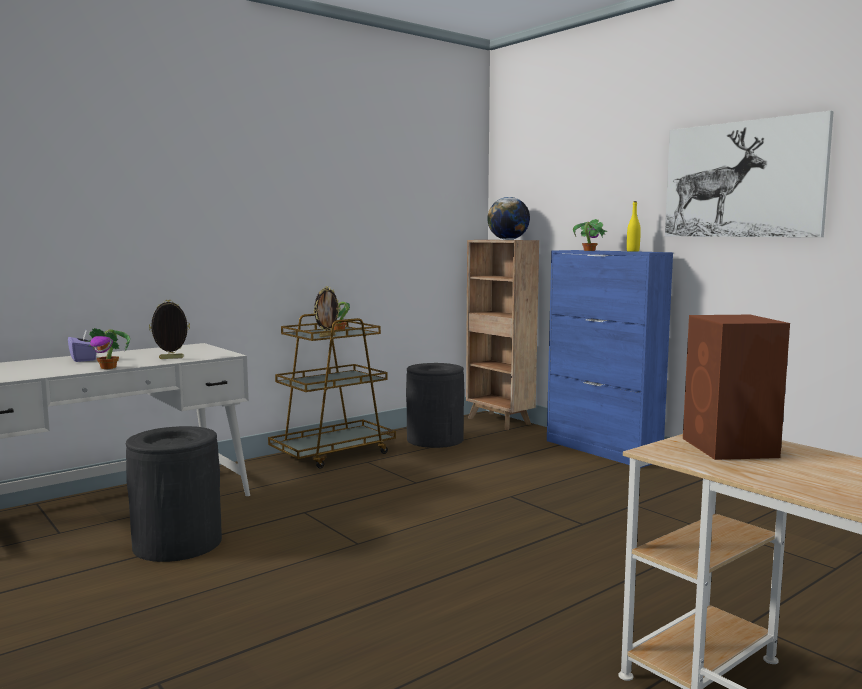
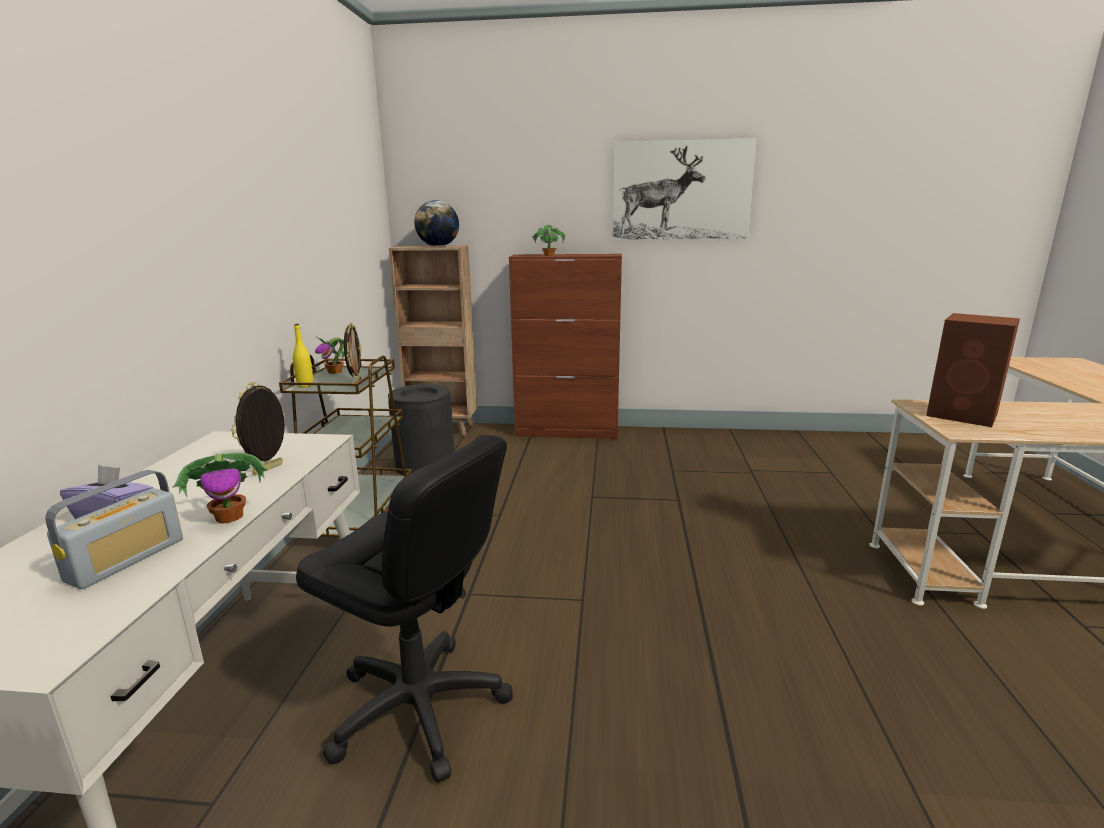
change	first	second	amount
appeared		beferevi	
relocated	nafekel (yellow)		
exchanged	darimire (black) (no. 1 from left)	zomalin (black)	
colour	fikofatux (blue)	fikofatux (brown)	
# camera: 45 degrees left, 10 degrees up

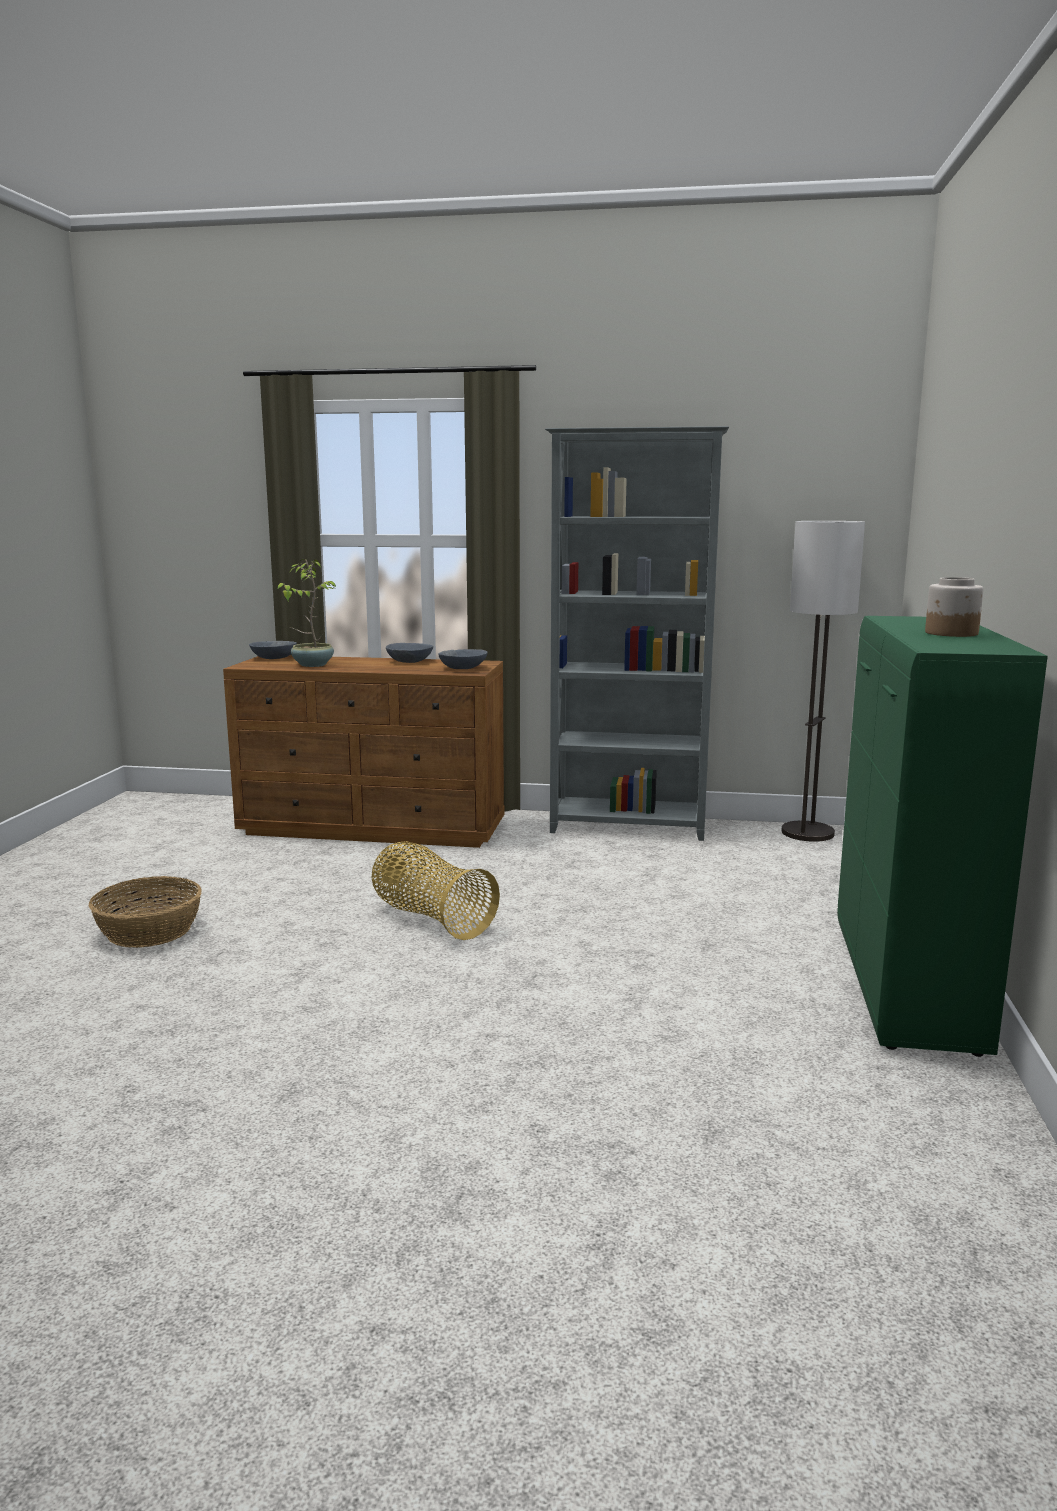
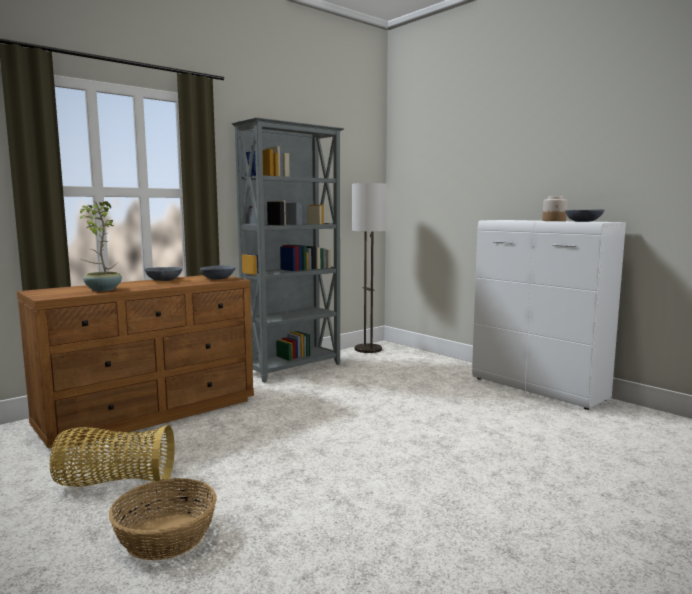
change	first	second	amount
relocated	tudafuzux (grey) (no. 1 from left in the first image)	tudafuzux (grey) (no. 3 from left)	
relocated	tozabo (no. 2 from left in the first image)	tozabo (no. 1 from left)	
colour	fikofatux (green)	fikofatux (white)	
# camera: 50 degrees left, 5 degrees down

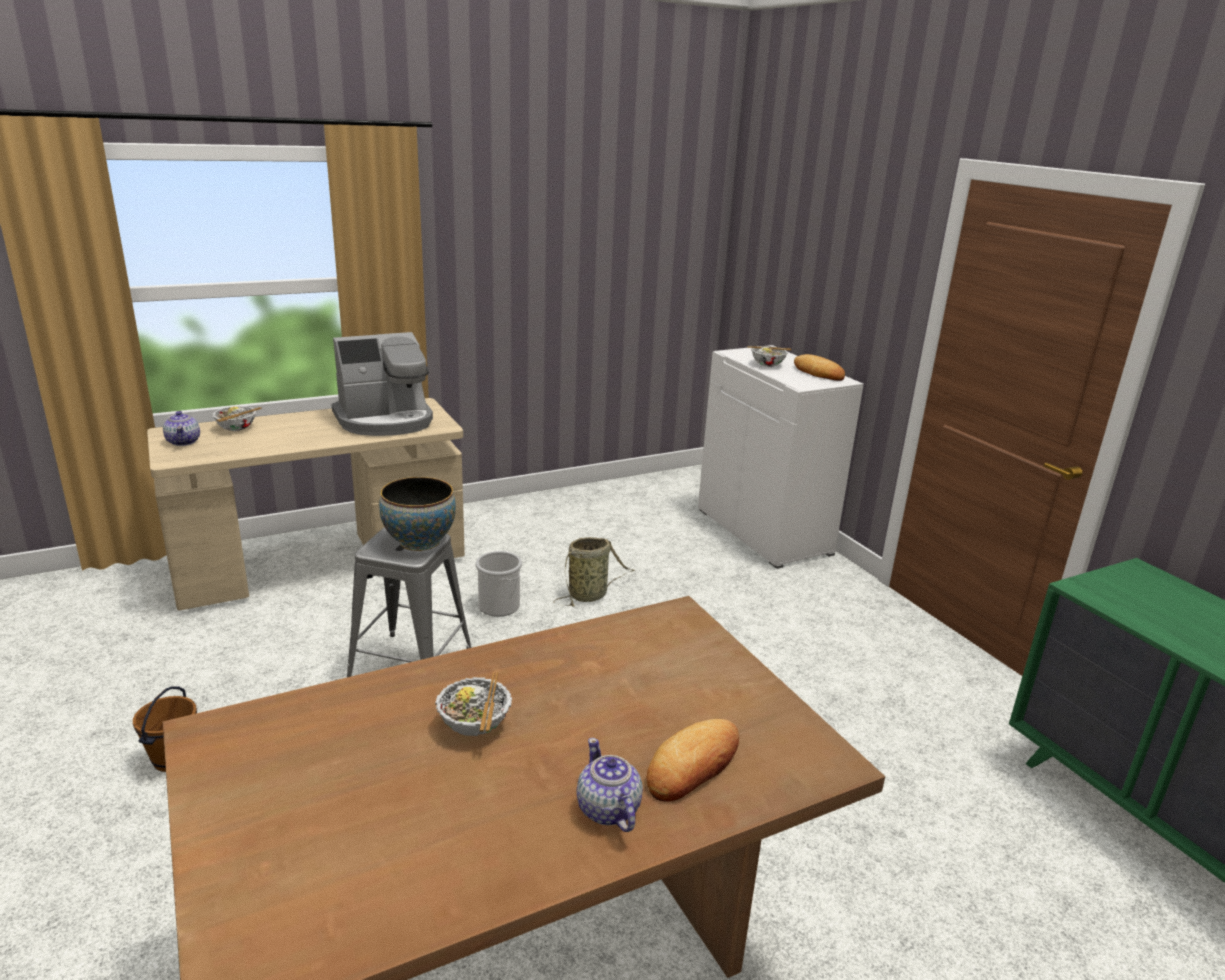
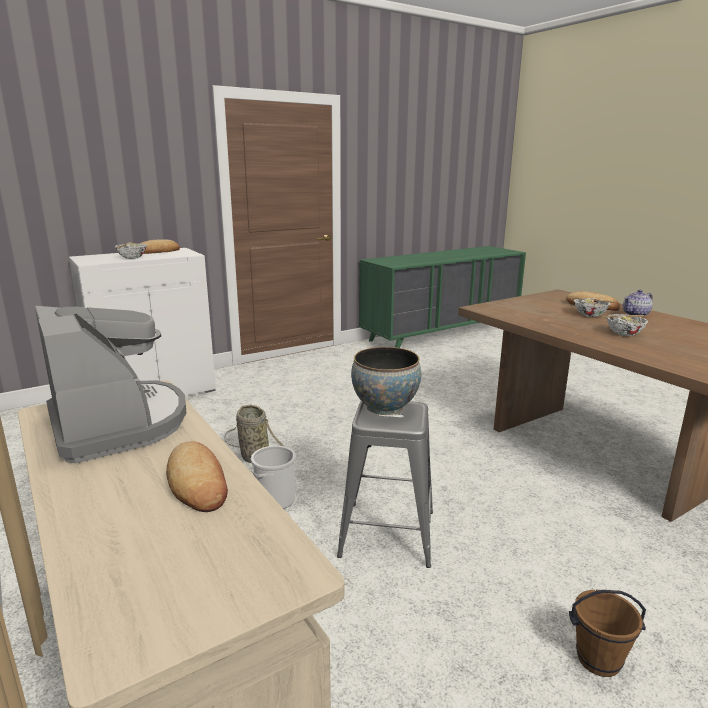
change	first	second	amount
missing	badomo (no. 1 from left)		
appeared		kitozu (no. 2 from left)	
relocated	tudafuzux (no. 1 from left in the first image)	tudafuzux (no. 3 from left)	
# camera: 95 degrees left, 5 degrees down

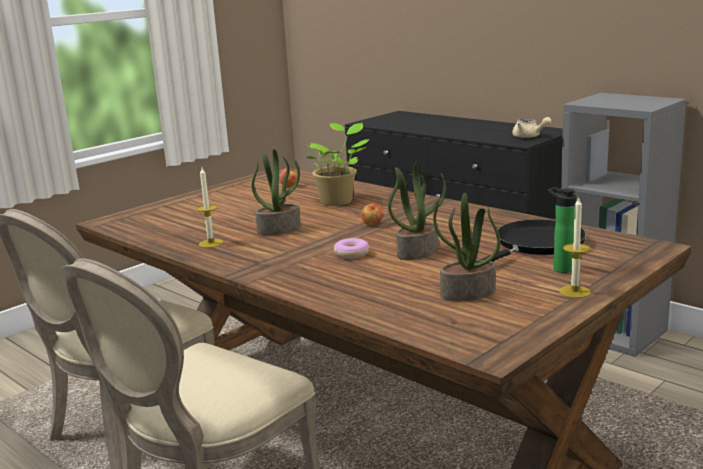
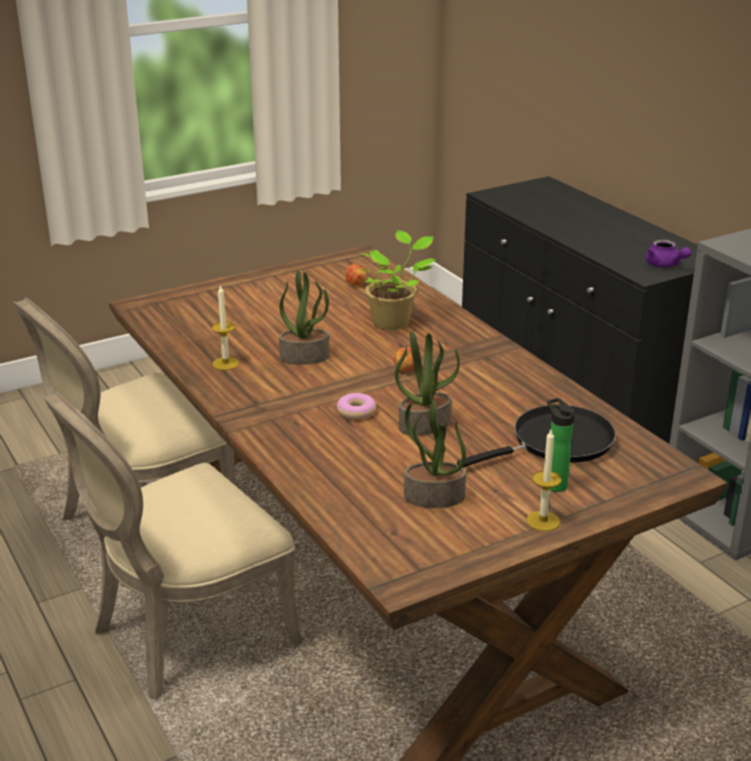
change	first	second	amount
colour	badomo (beige)	badomo (purple)	
# camera: 15 degrees right, 10 degrees up

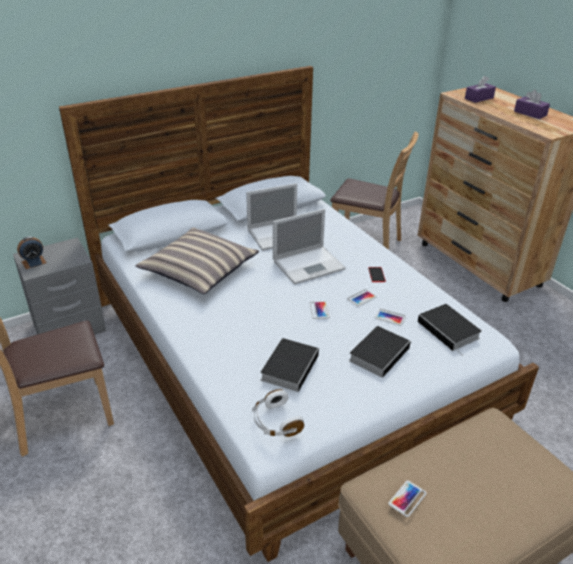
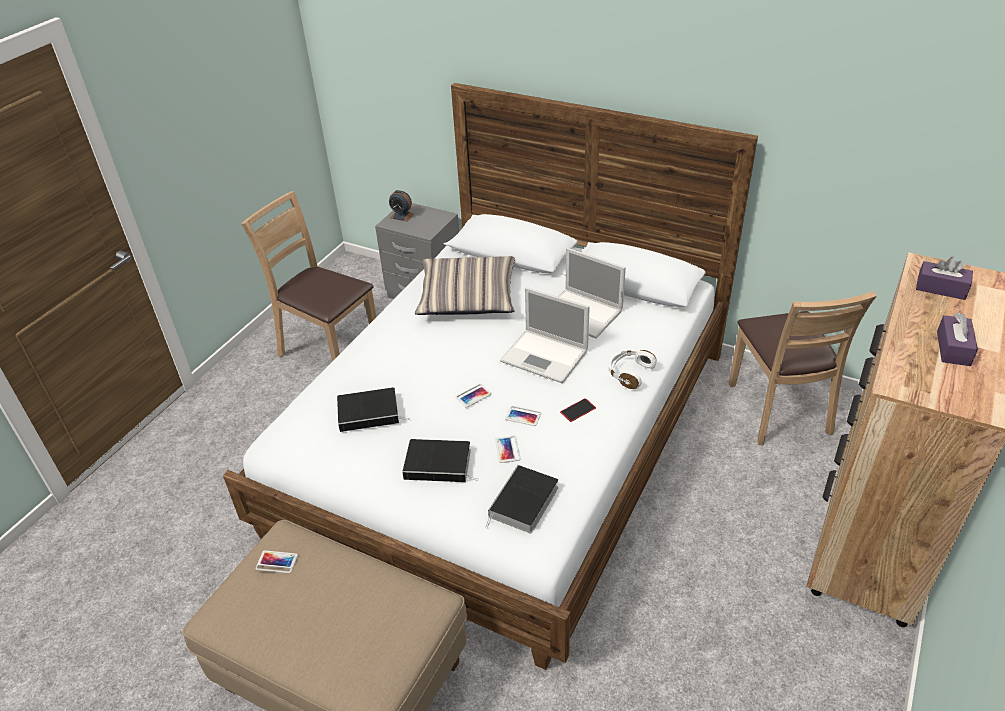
change	first	second	amount
relocated	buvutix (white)		
# camera: 60 degrees right, 5 degrees up

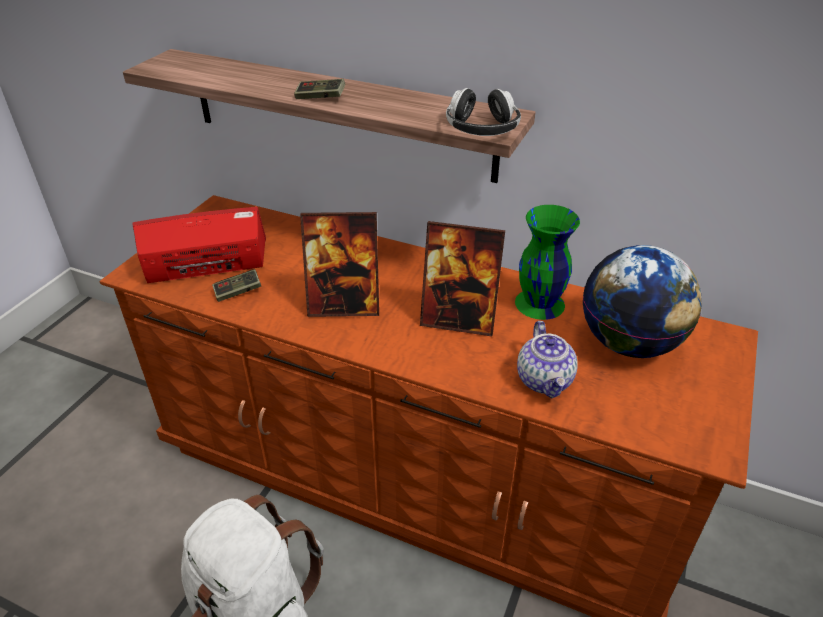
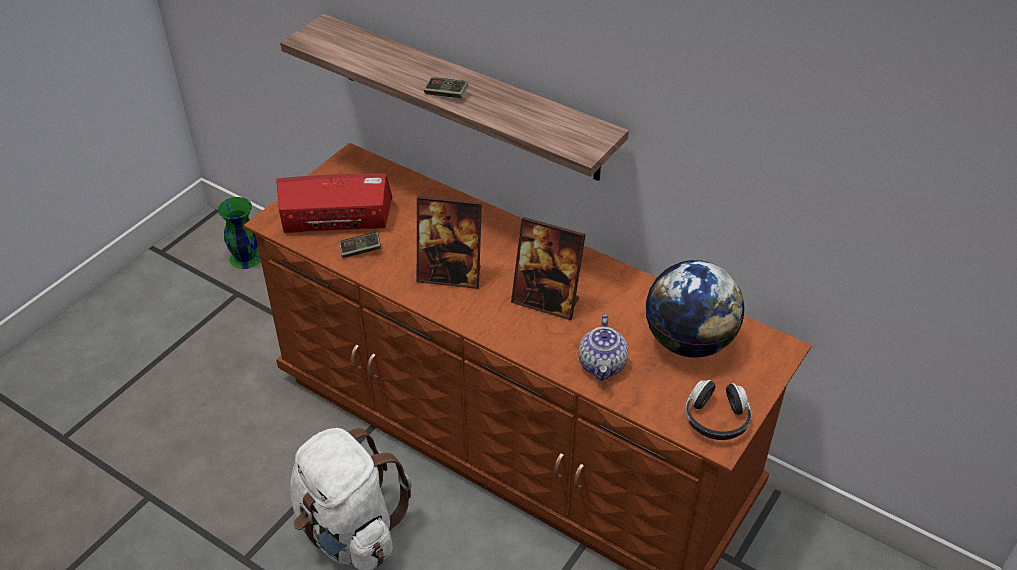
change	first	second	amount
relocated	buvutix		
relocated	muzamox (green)		
# camera: 10 degrees right, 5 degrees up

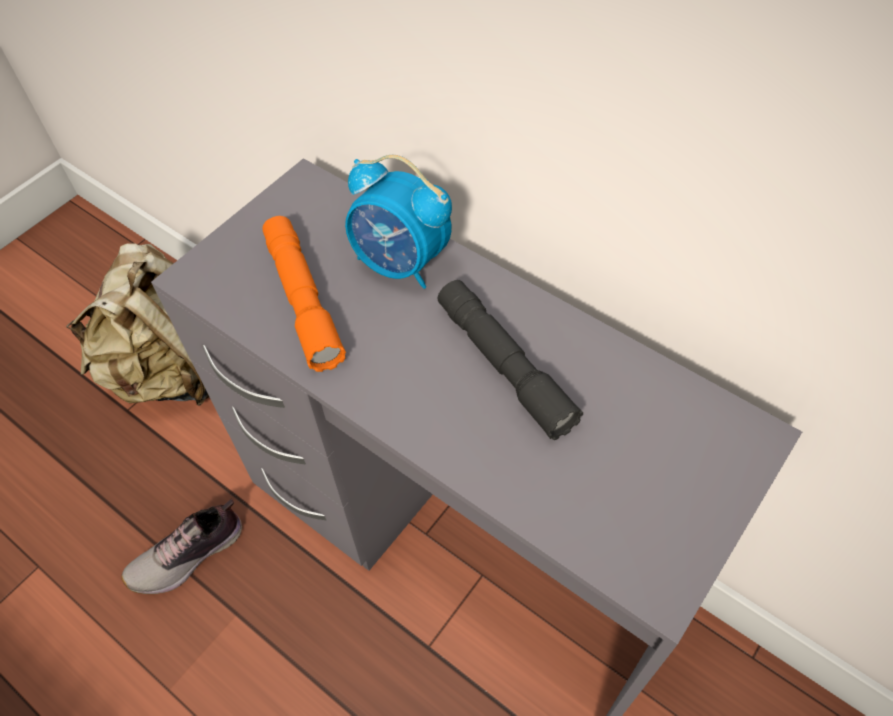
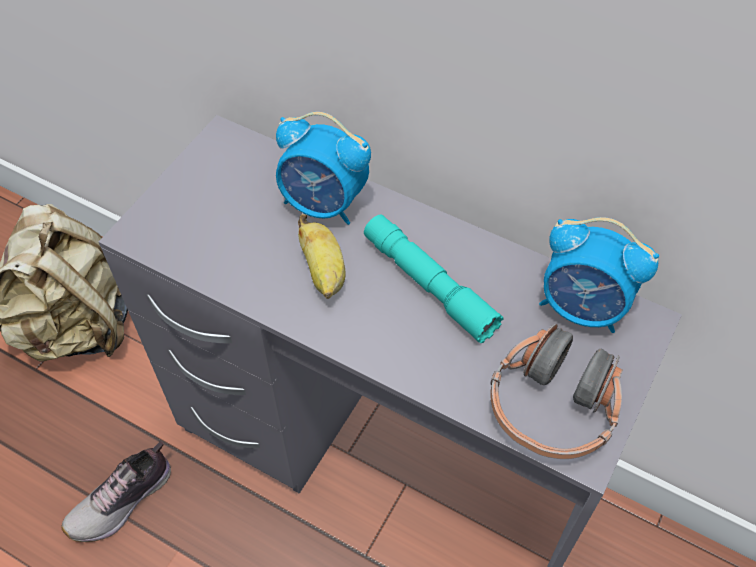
change	first	second	amount
missing	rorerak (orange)		
appeared		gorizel	
appeared		buvutix	
appeared		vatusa (no. 2 from left)	
colour	rorerak (grey)	rorerak (turquoise)	
# camera: 10 degrees left, 0 degrees up

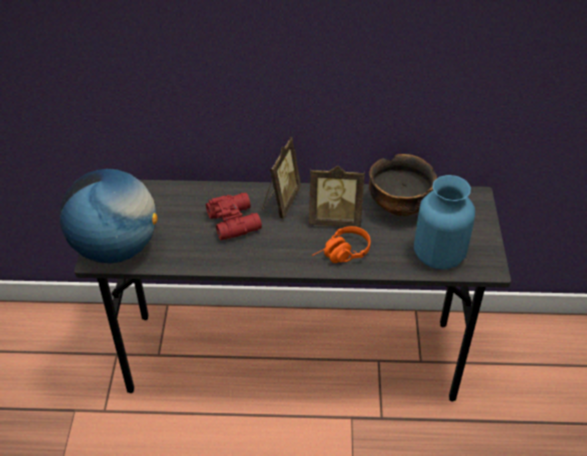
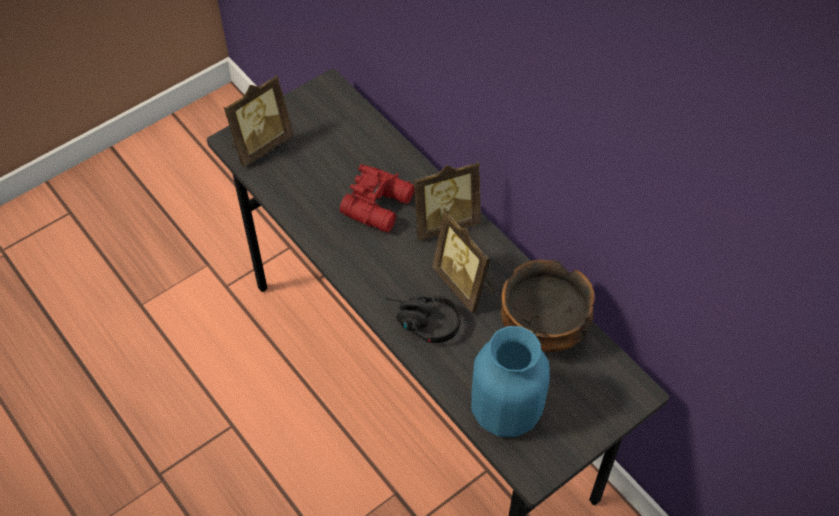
change	first	second	amount
exchanged	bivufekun	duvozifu (no. 1 from left)	
colour	buvutix (orange)	buvutix (black)	
# camera: 50 degrees right, 10 degrees up

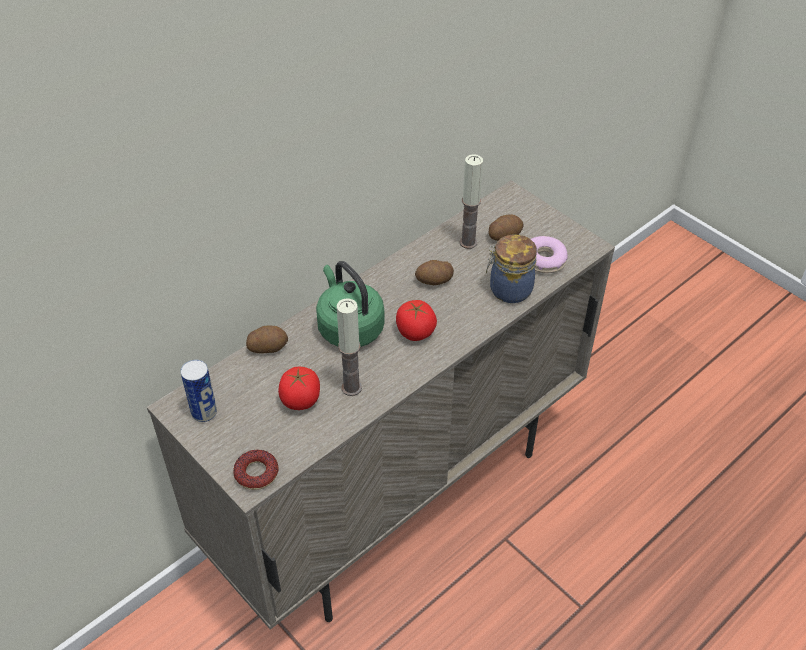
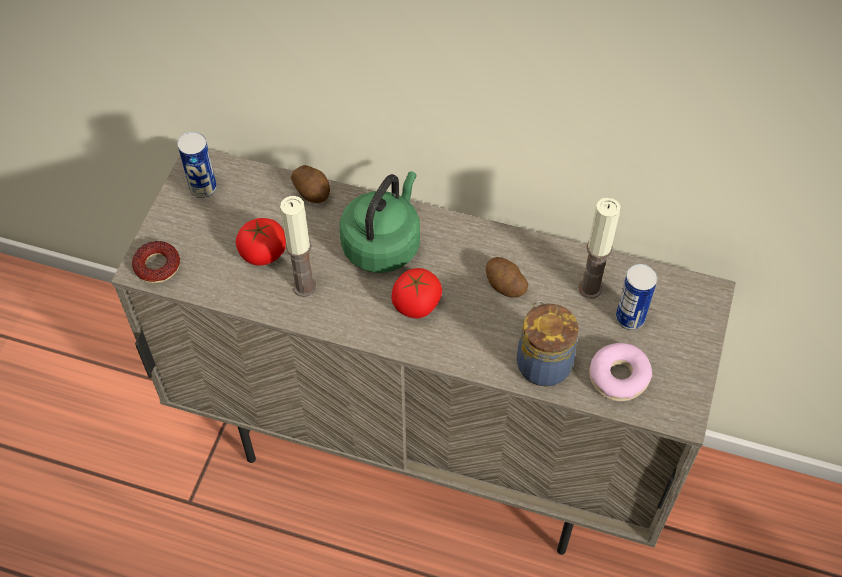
change	first	second	amount
exchanged	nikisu (no. 3 from left)	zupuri (no. 2 from left)	
# camera: 60 degrees right, 10 degrees up

